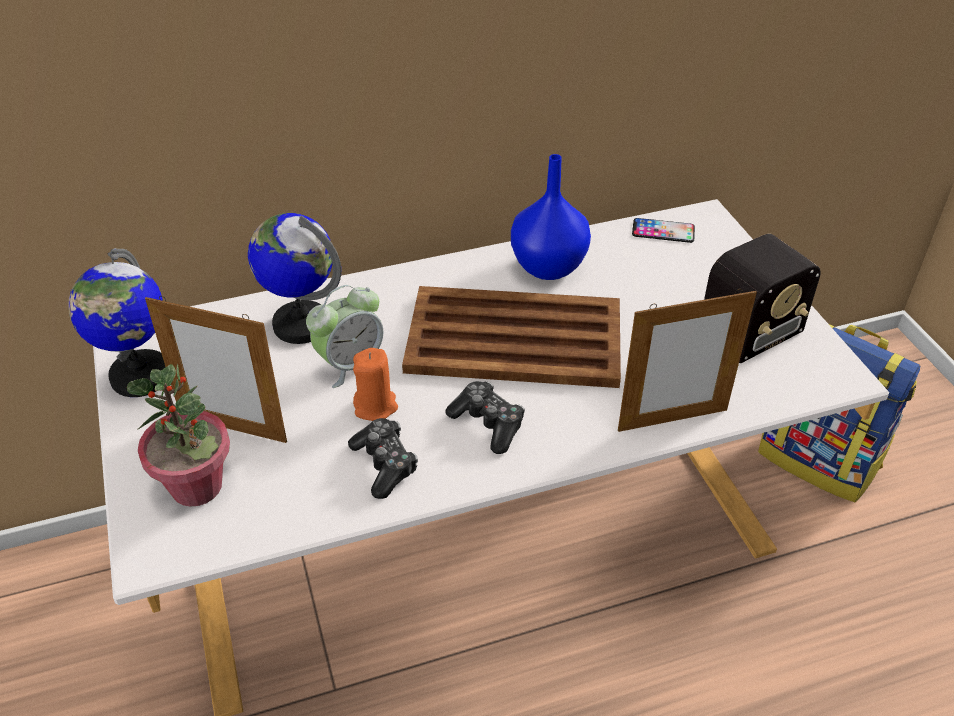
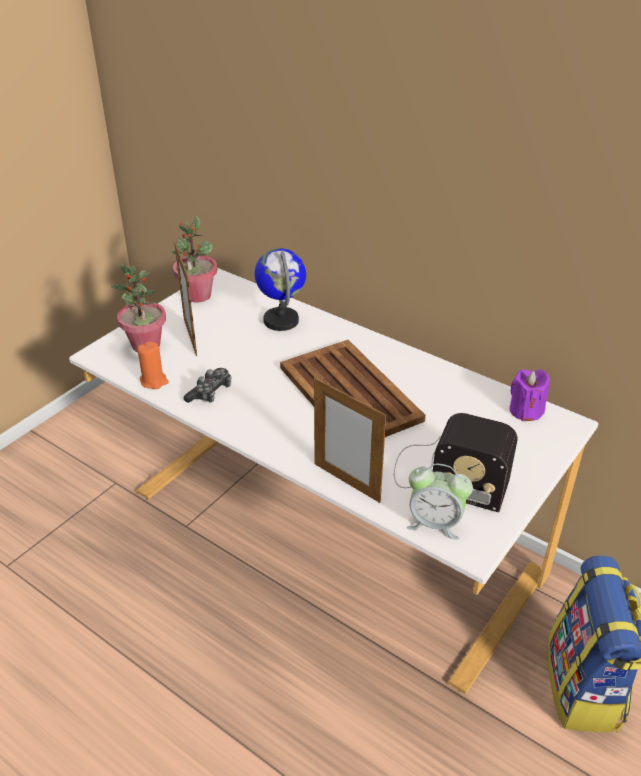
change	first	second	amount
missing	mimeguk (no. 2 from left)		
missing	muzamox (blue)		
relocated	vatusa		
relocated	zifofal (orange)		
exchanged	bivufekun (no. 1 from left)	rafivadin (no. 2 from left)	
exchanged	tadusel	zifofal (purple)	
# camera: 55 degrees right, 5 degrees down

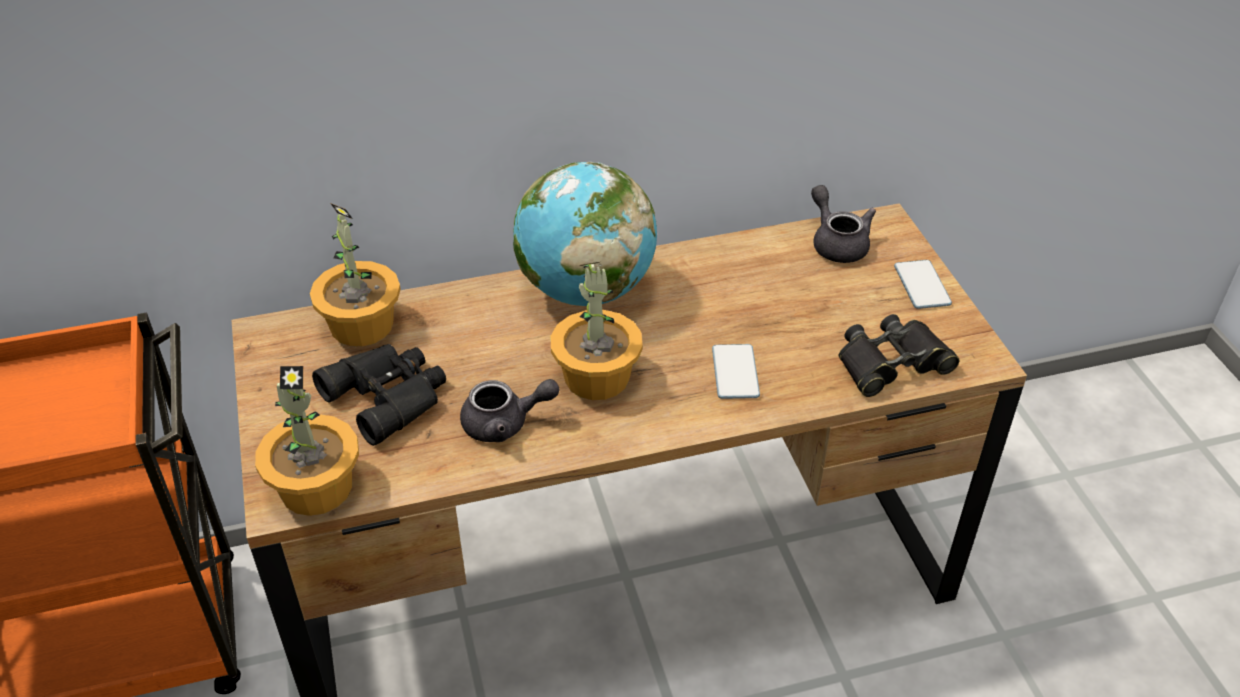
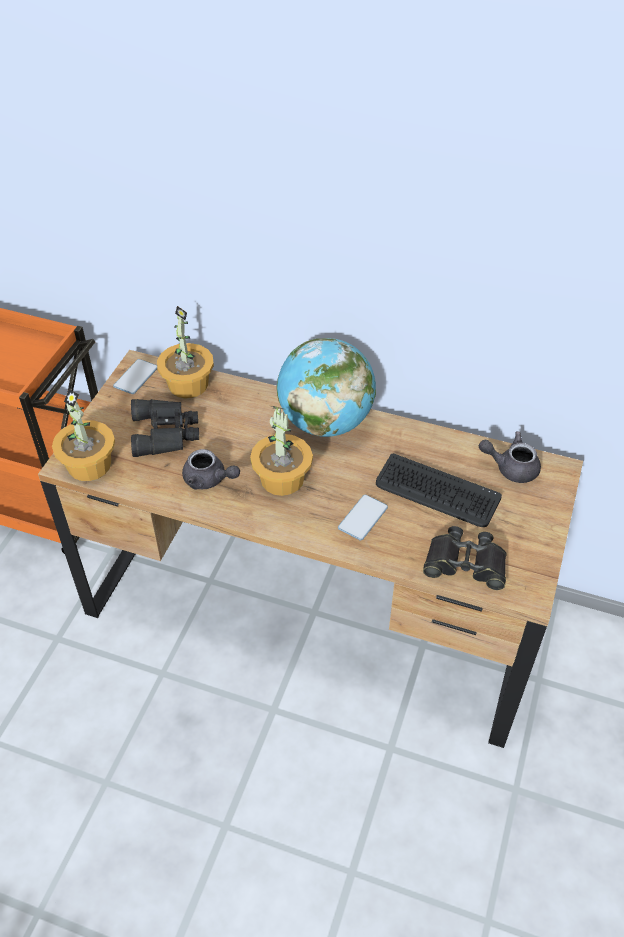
change	first	second	amount
appeared		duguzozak	
relocated	tadusel (no. 2 from left in the first image)	tadusel (no. 1 from left)	
spun	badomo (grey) (no. 2 from left)		90 degrees counterclockwise
# camera: 35 degrees right, 5 degrees up

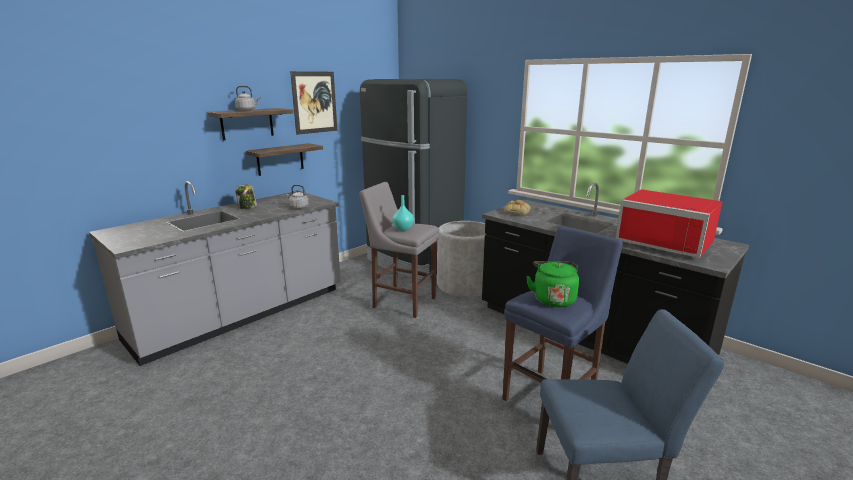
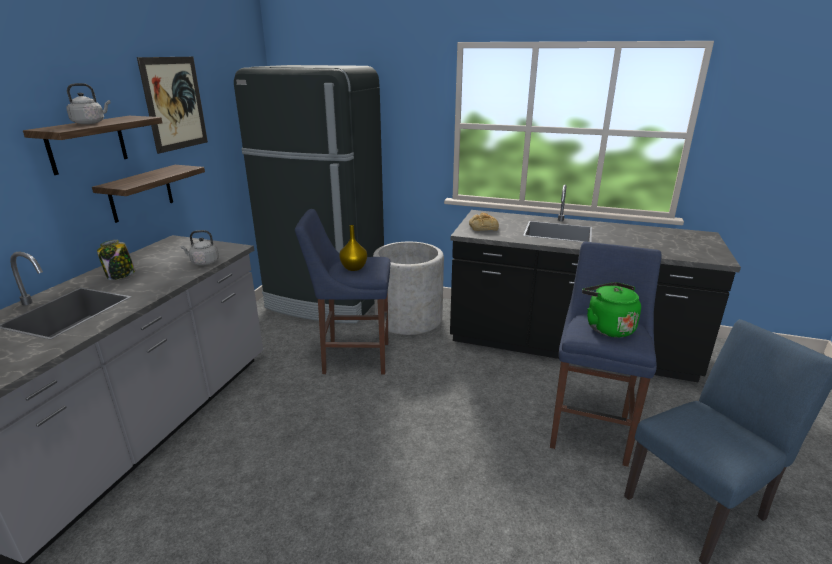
change	first	second	amount
missing	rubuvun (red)		
colour	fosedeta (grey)	fosedeta (blue) (no. 1 from left)	
colour	muzamox (turquoise)	muzamox (yellow)	
# camera: 25 degrees left, 5 degrees up

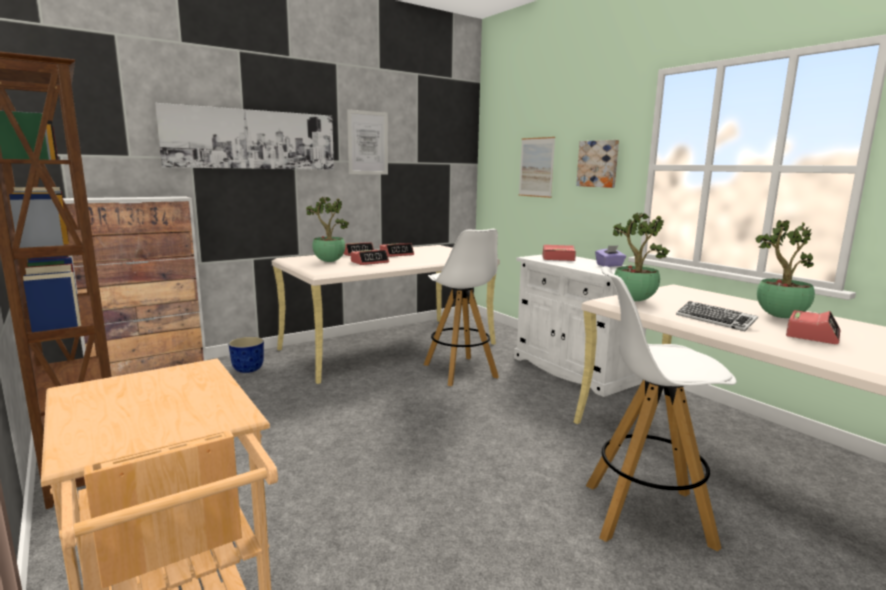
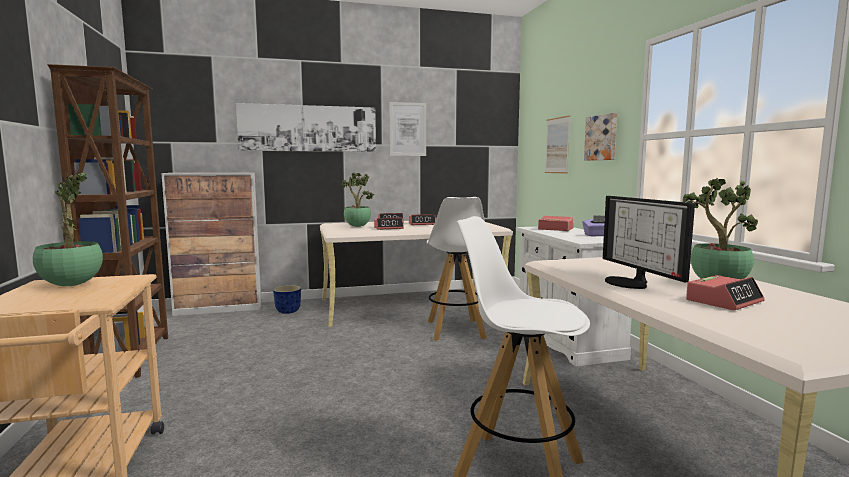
change	first	second	amount
relocated	rafivadin (no. 2 from left in the first image)	rafivadin (no. 1 from left)	
exchanged	duguzozak	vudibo	
# camera: 20 degrees right, 5 degrees down

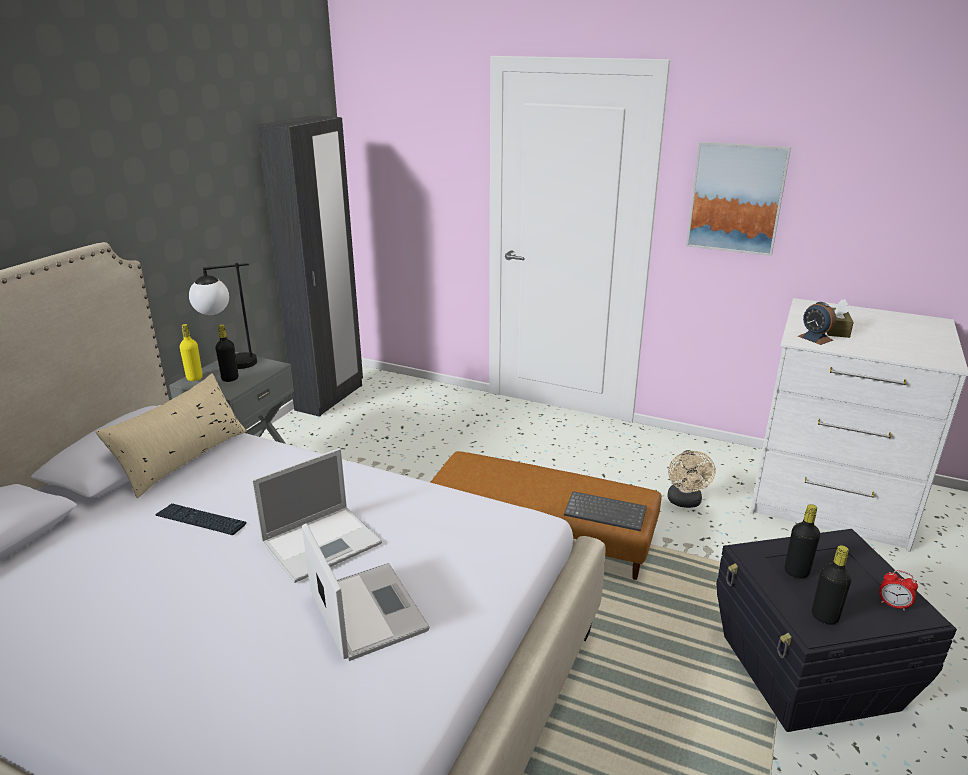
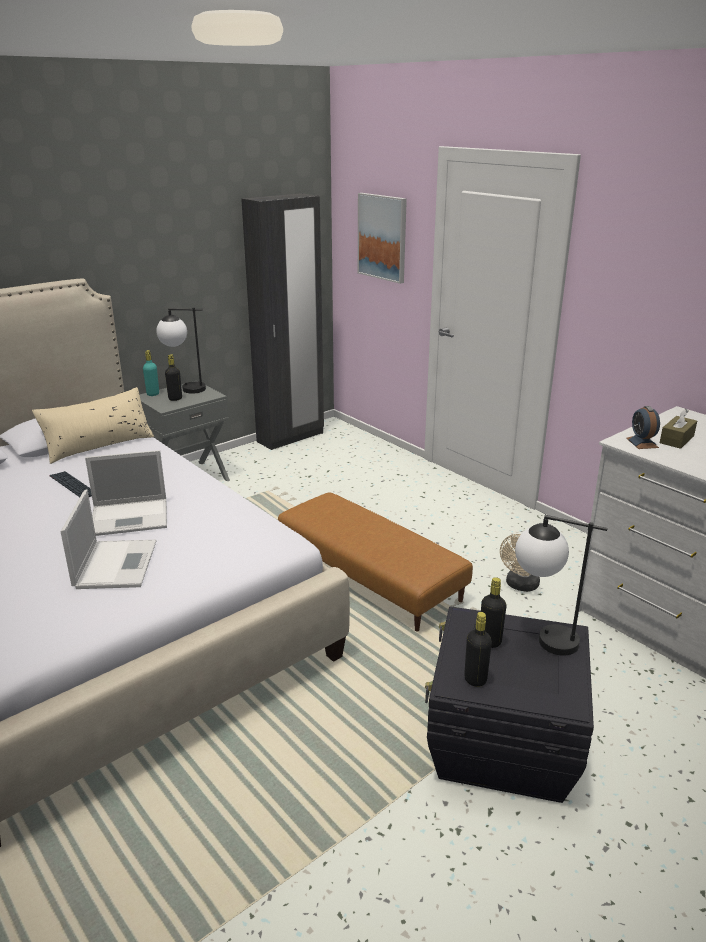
change	first	second	amount
missing	duguzozak (no. 2 from left)		
missing	vatusa (no. 2 from left)		
appeared		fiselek (no. 2 from left)	
relocated	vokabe		
colour	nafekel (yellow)	nafekel (turquoise)	
# camera: 25 degrees right, 0 degrees up

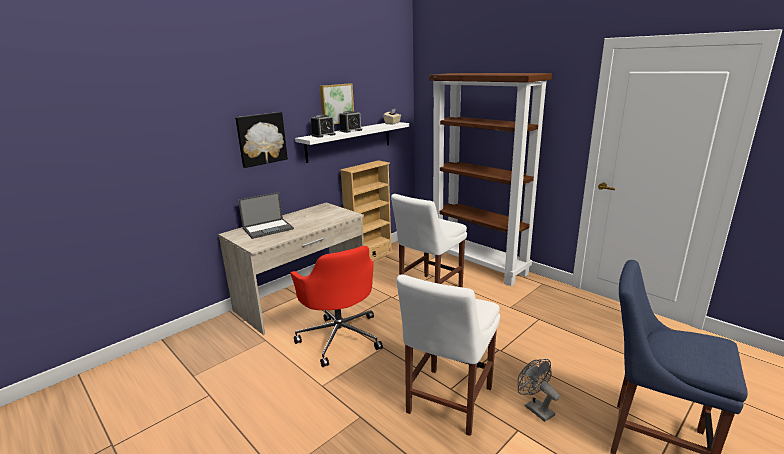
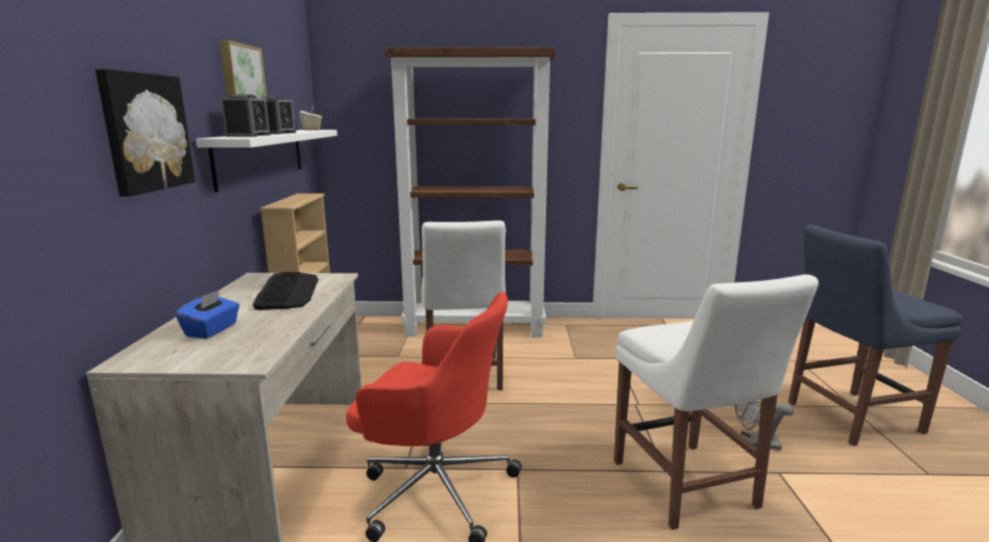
change	first	second	amount
appeared		duguzozak	
exchanged	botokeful	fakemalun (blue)	
# camera: 45 degrees left, 5 degrees down

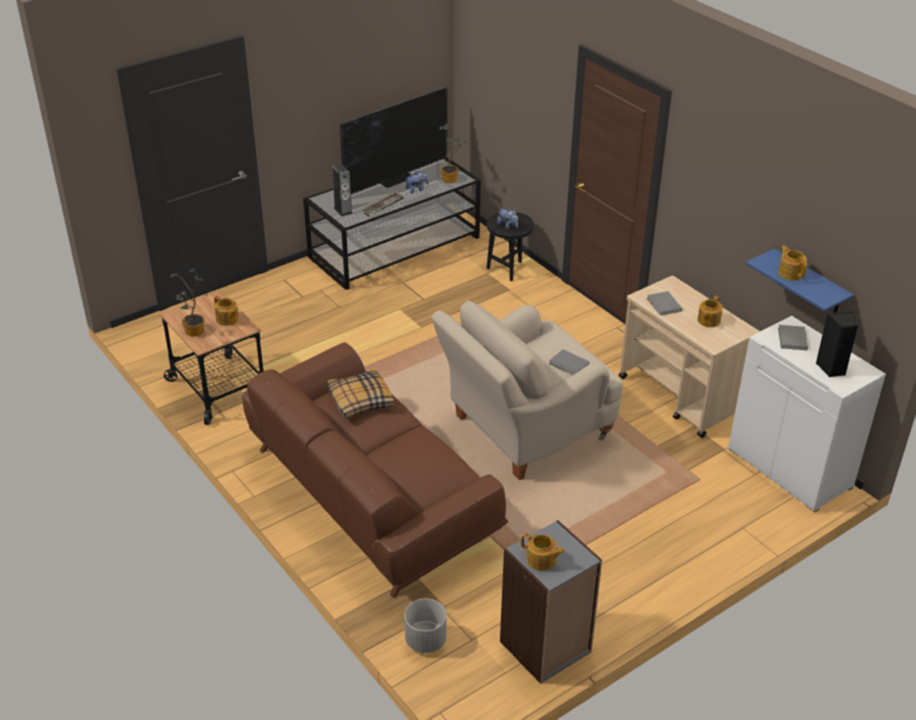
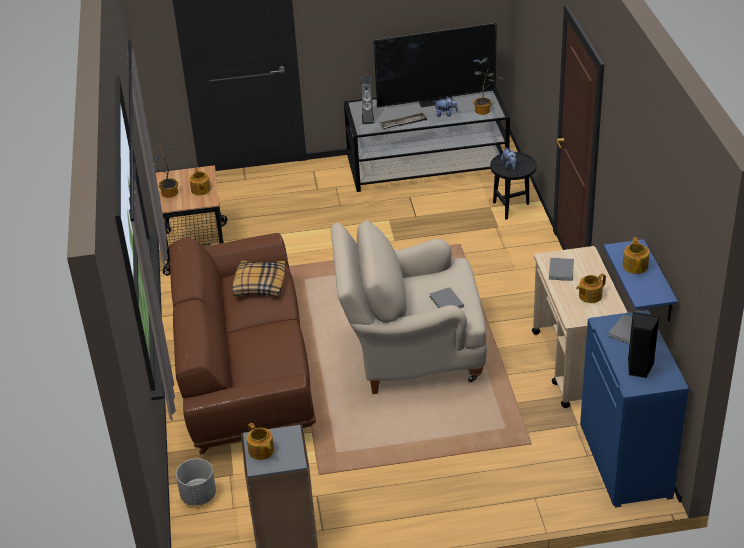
change	first	second	amount
colour	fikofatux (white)	fikofatux (blue)	
# camera: 30 degrees right, 0 degrees up

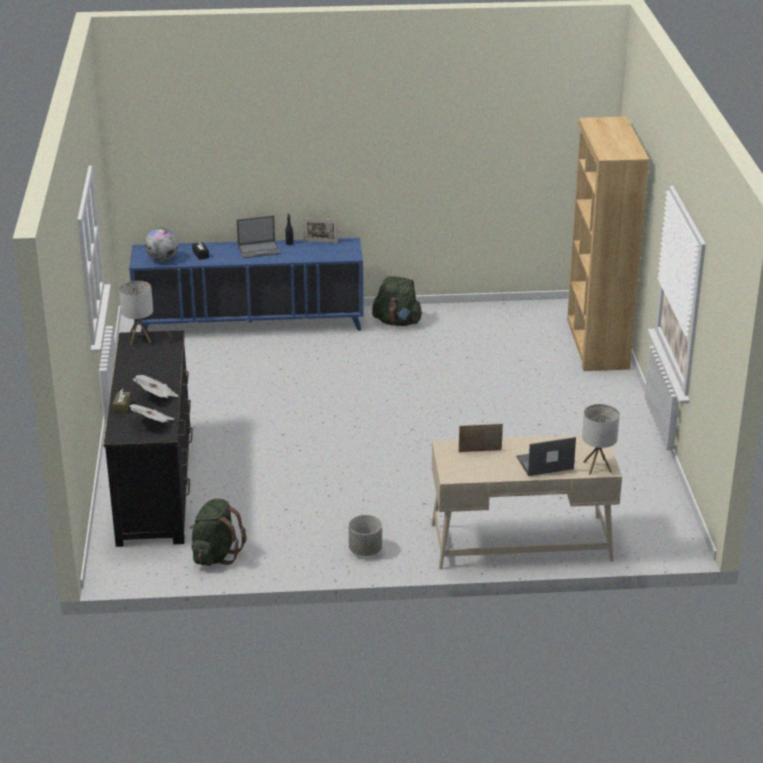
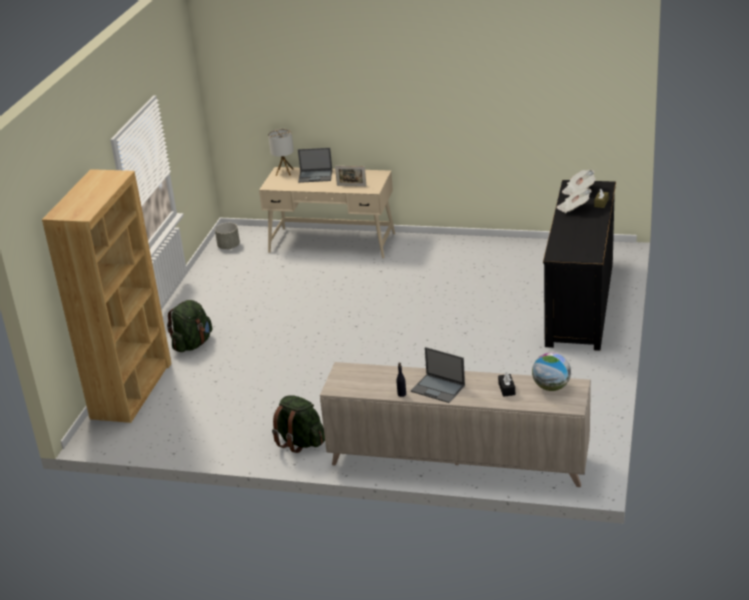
change	first	second	amount
missing	fiselek (no. 1 from left)		
missing	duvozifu (no. 1 from left)		
relocated	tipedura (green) (no. 1 from left)		
relocated	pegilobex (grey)		
colour	fikofatux (blue)	fikofatux (beige)	
spun	botokeful (no. 1 from left in the first image)	botokeful (no. 2 from left)	150 degrees counterclockwise
# camera: 160 degrees left, 0 degrees up

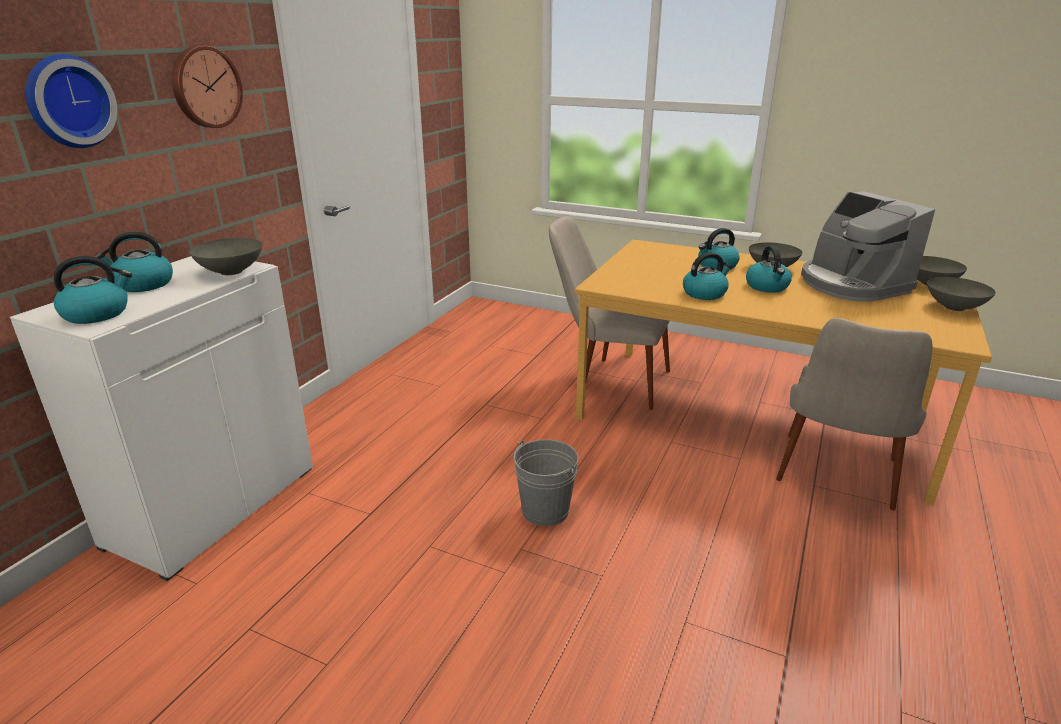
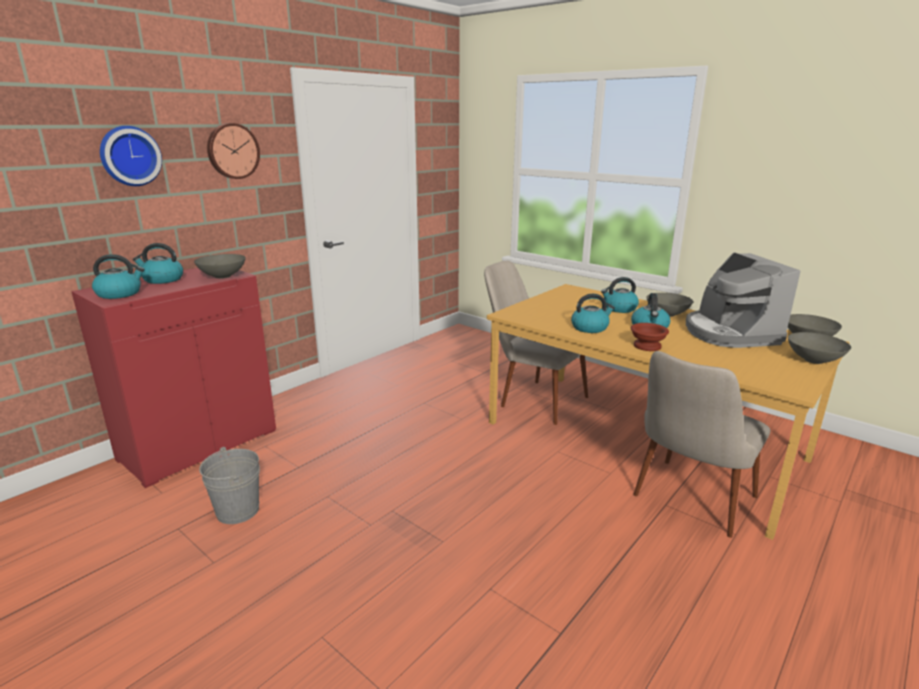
change	first	second	amount
appeared		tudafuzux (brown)	
relocated	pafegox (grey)		
colour	fikofatux (white)	fikofatux (red)	
# camera: 15 degrees right, 5 degrees down

